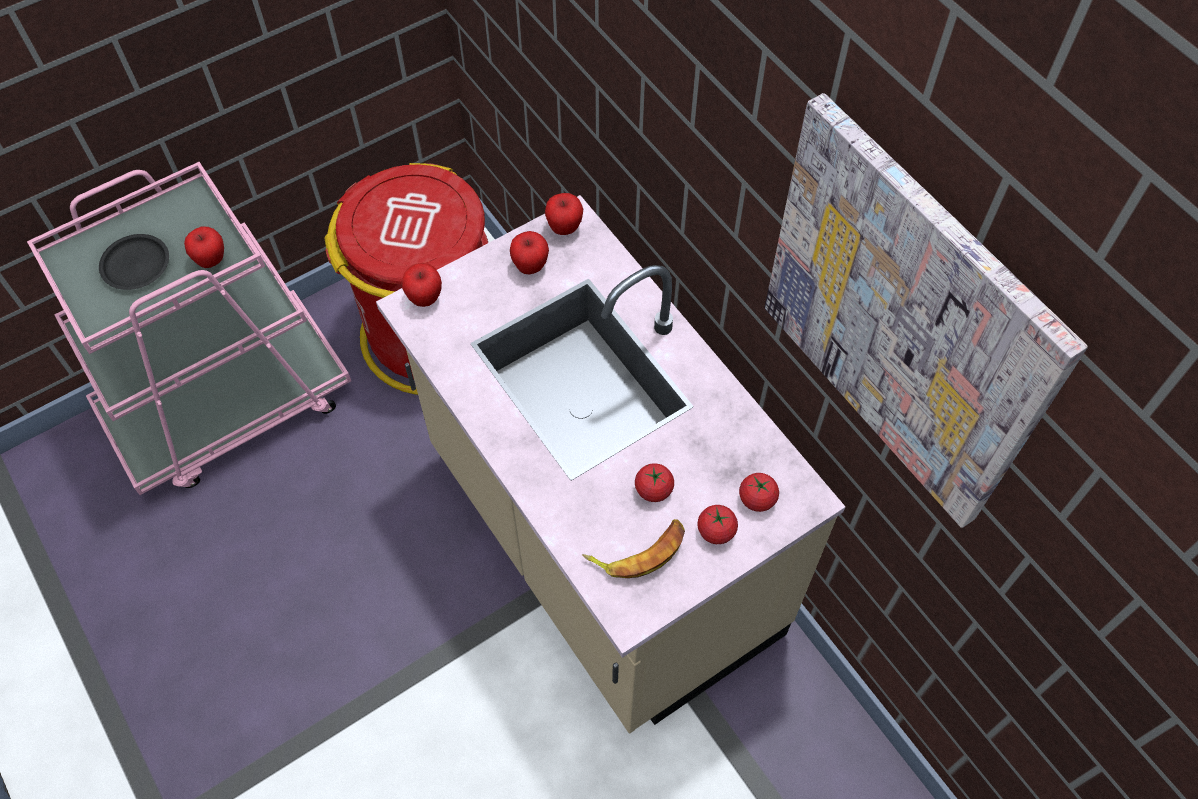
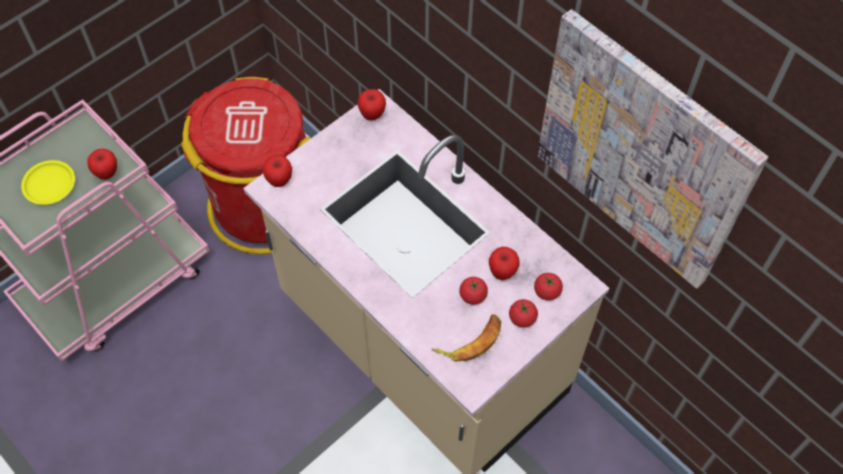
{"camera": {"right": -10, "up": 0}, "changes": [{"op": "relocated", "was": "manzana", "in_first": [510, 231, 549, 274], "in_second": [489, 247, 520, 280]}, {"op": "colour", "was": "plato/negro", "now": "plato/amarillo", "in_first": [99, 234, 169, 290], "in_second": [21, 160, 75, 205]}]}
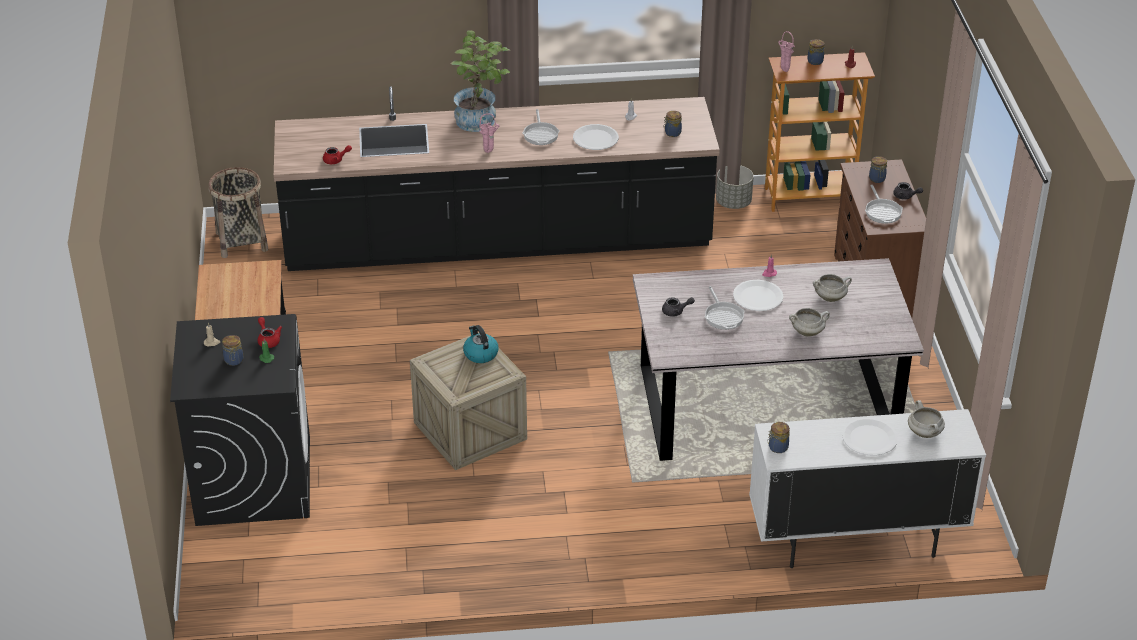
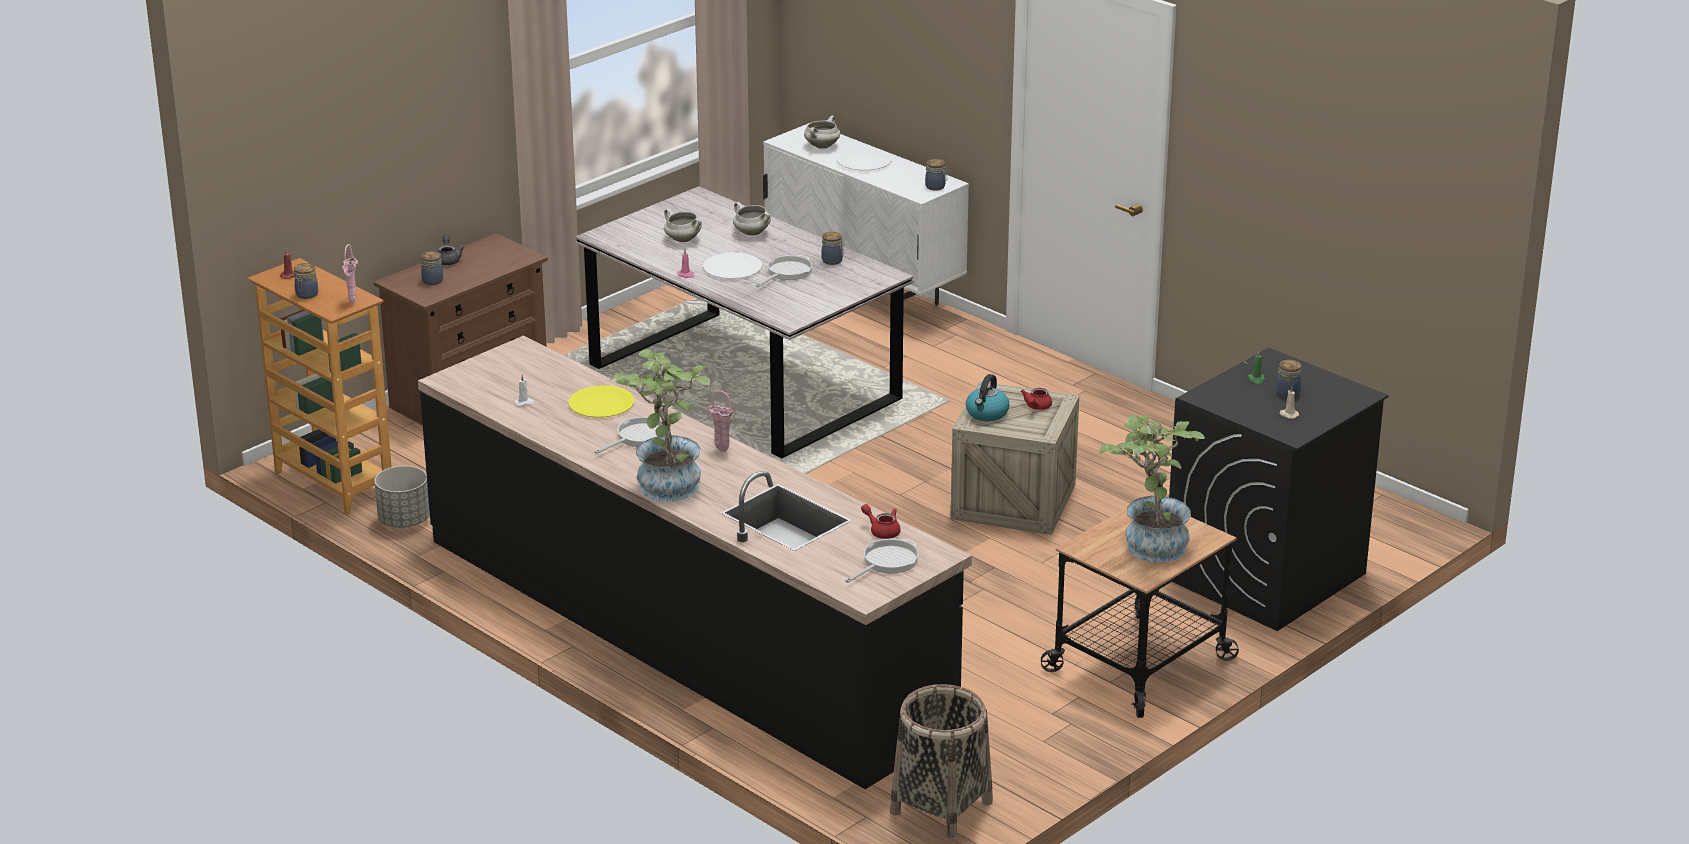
{"camera": {"right": -130, "up": -10}, "changes": [{"op": "missing", "was": "tetera/gris", "in_first": [662, 297, 695, 317]}, {"op": "appeared", "now": "planta en maceta", "in_second": [1099, 415, 1205, 562]}, {"op": "relocated", "was": "tetera/rojo", "in_first": [258, 317, 282, 348], "in_second": [1021, 388, 1052, 410]}, {"op": "relocated", "was": "tarro", "in_first": [664, 111, 682, 137], "in_second": [821, 232, 844, 265]}, {"op": "relocated", "was": "sartén", "in_first": [865, 185, 903, 224], "in_second": [845, 539, 919, 583]}, {"op": "colour", "was": "plato/blanco", "now": "plato/amarillo", "in_first": [573, 124, 619, 150], "in_second": [569, 385, 634, 418]}]}
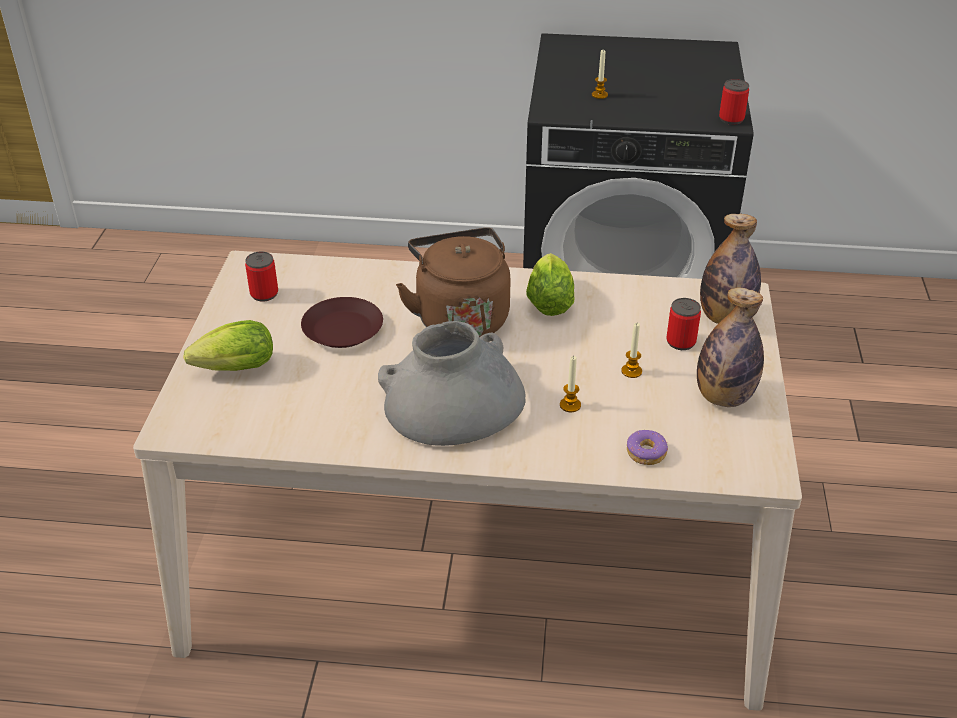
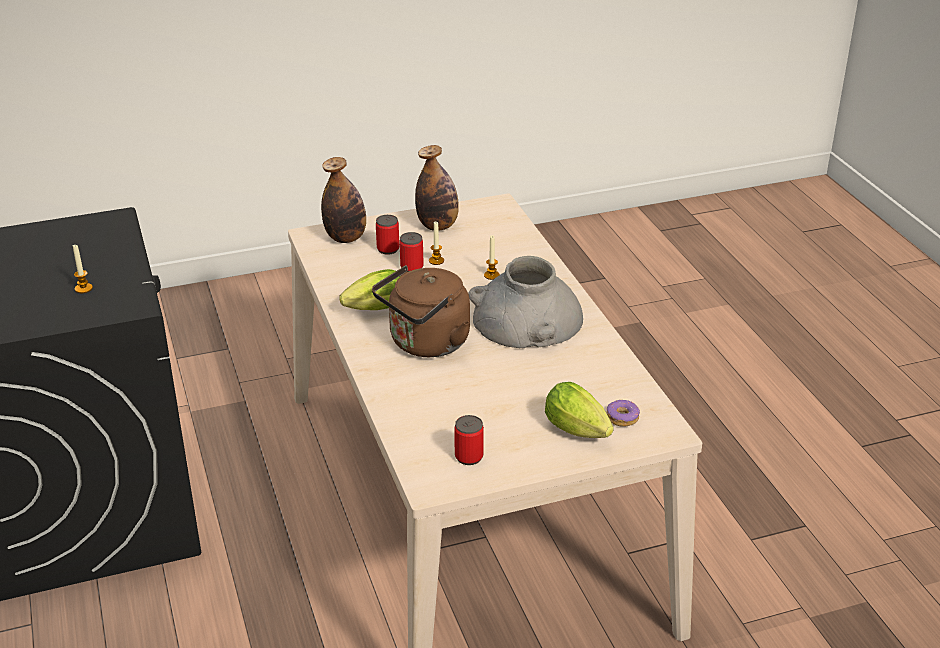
{"camera": {"right": -115, "up": -5}, "changes": [{"op": "missing", "was": "plato/marrón", "in_first": [301, 297, 383, 348]}, {"op": "relocated", "was": "rosquilla", "in_first": [627, 430, 668, 465], "in_second": [607, 400, 640, 427]}, {"op": "relocated", "was": "lata", "in_first": [719, 79, 749, 125], "in_second": [399, 232, 424, 272]}]}
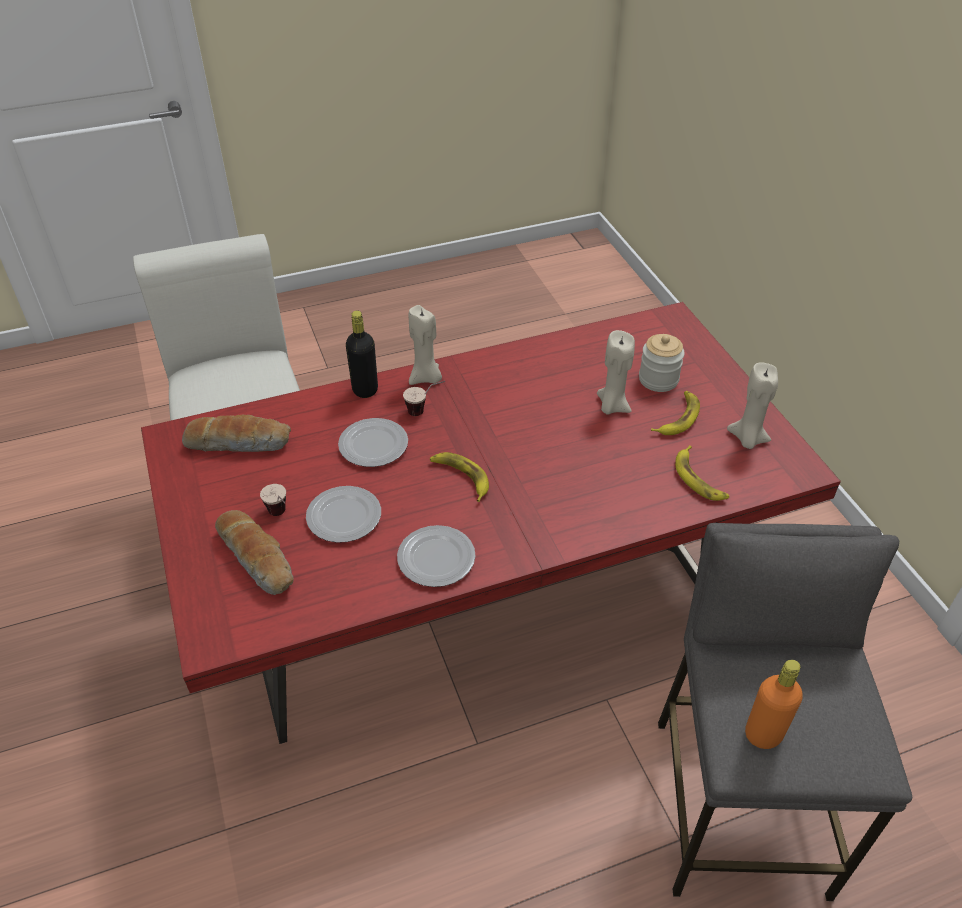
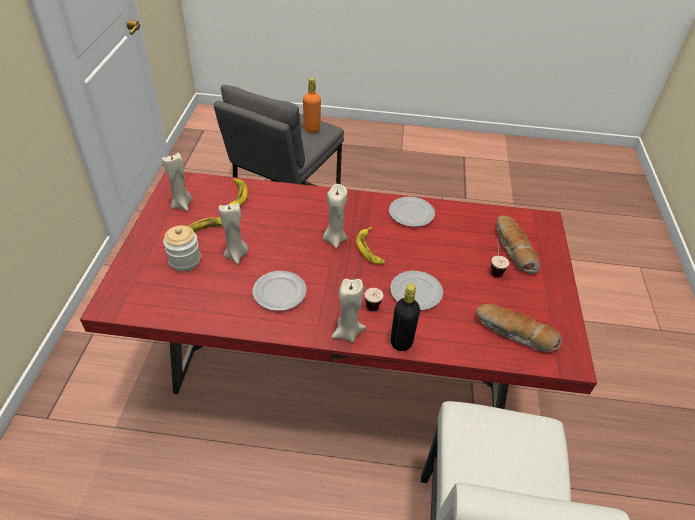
{"camera": {"right": -155, "up": 0}, "changes": [{"op": "appeared", "now": "vela/beis", "in_second": [323, 184, 348, 248]}, {"op": "relocated", "was": "plato", "in_first": [306, 486, 381, 543], "in_second": [253, 271, 307, 311]}]}
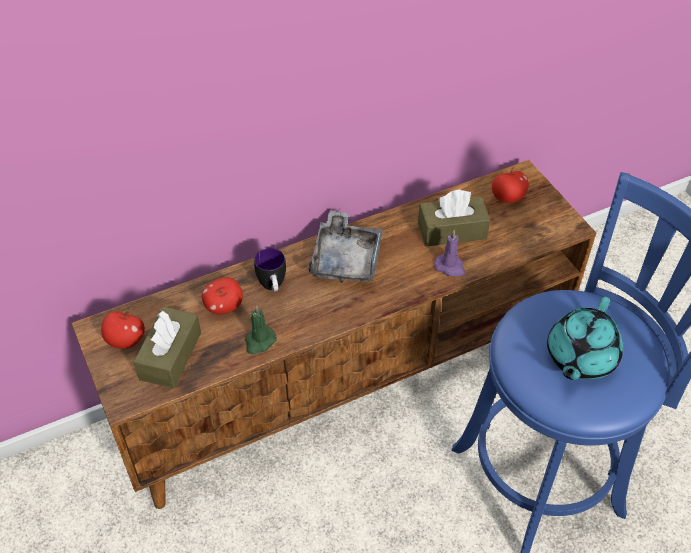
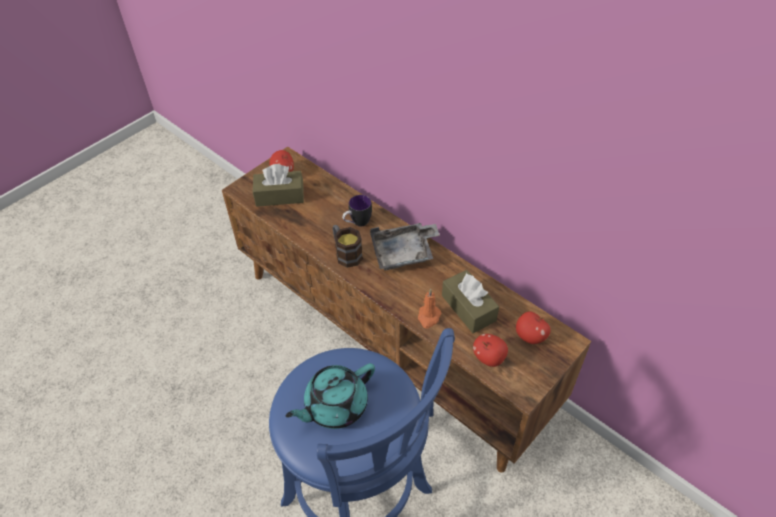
{"camera": {"right": 70, "up": 0}, "changes": [{"op": "missing", "was": "vela/verde", "in_first": [245, 305, 277, 354]}, {"op": "appeared", "now": "taza grande", "in_second": [333, 225, 363, 268]}, {"op": "relocated", "was": "manzana", "in_first": [202, 277, 243, 314], "in_second": [473, 334, 508, 367]}, {"op": "colour", "was": "vela/morado", "now": "vela/naranja", "in_first": [434, 230, 465, 276], "in_second": [418, 289, 442, 328]}, {"op": "spun", "was": "tetera/turquesa", "in_first": [547, 297, 623, 380], "in_second": [286, 363, 375, 429], "clockwise": -45}]}
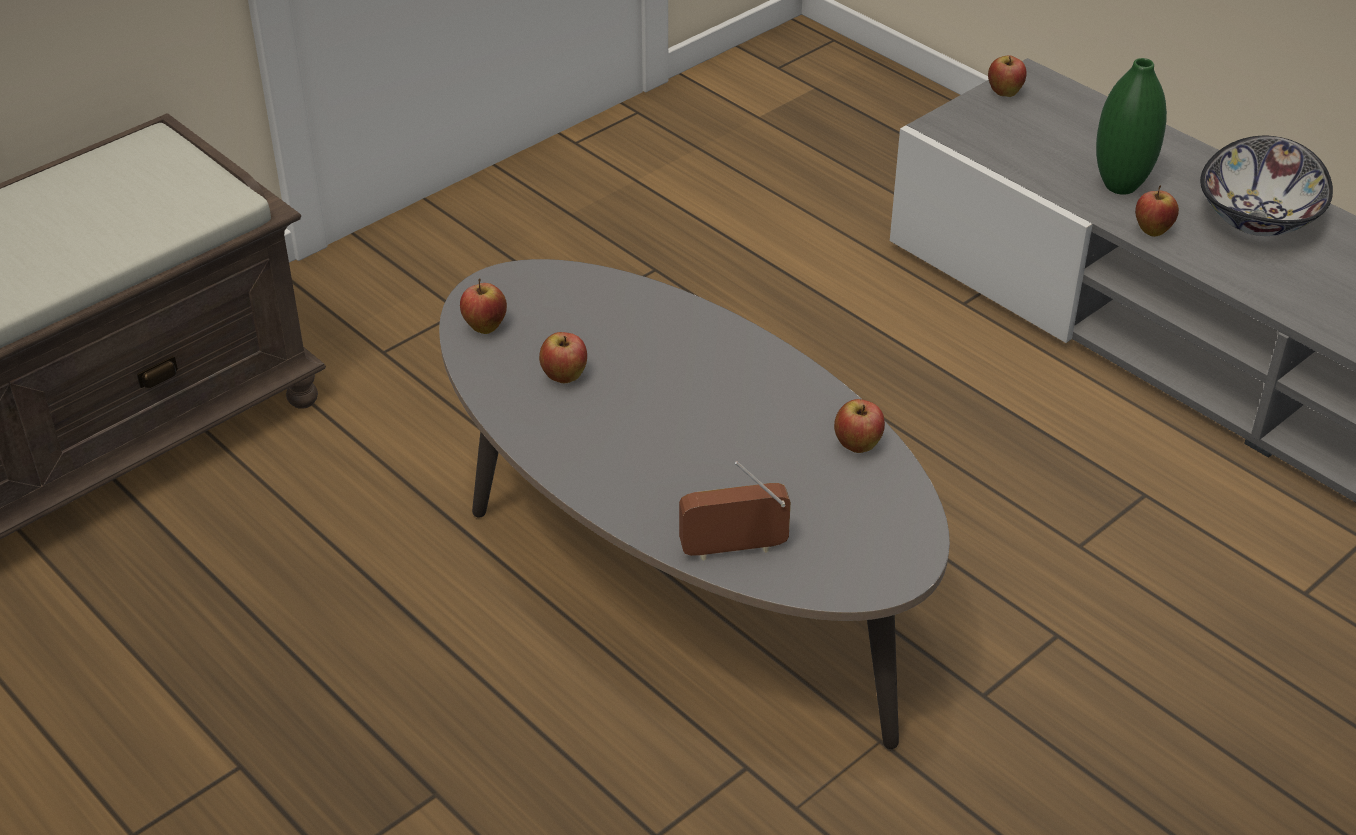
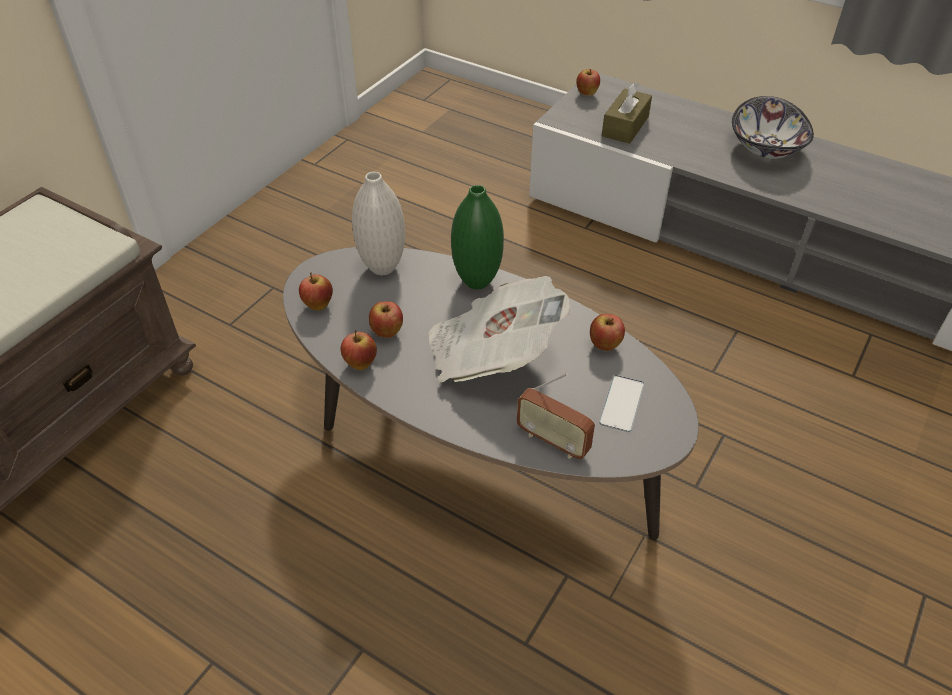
{"camera": {"right": -15, "up": 5}, "changes": [{"op": "appeared", "now": "florero/blanco", "in_second": [352, 172, 405, 275]}, {"op": "appeared", "now": "periódico", "in_second": [428, 276, 570, 383]}, {"op": "appeared", "now": "móvil", "in_second": [599, 375, 644, 432]}, {"op": "appeared", "now": "caja de pañuelos/marrón", "in_second": [602, 82, 652, 144]}, {"op": "relocated", "was": "florero/verde", "in_first": [1096, 58, 1167, 195], "in_second": [451, 185, 504, 289]}, {"op": "relocated", "was": "manzana", "in_first": [1135, 185, 1179, 237], "in_second": [341, 330, 377, 370]}, {"op": "spun", "was": "radio", "in_first": [679, 461, 791, 561], "in_second": [517, 373, 595, 459], "clockwise": -120}]}
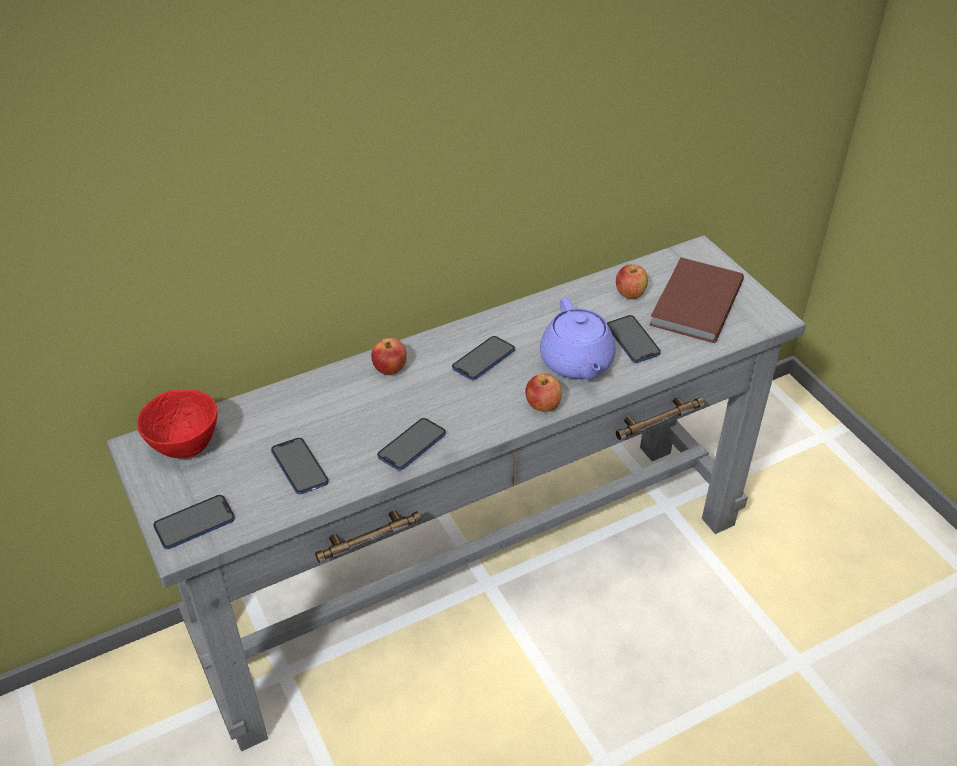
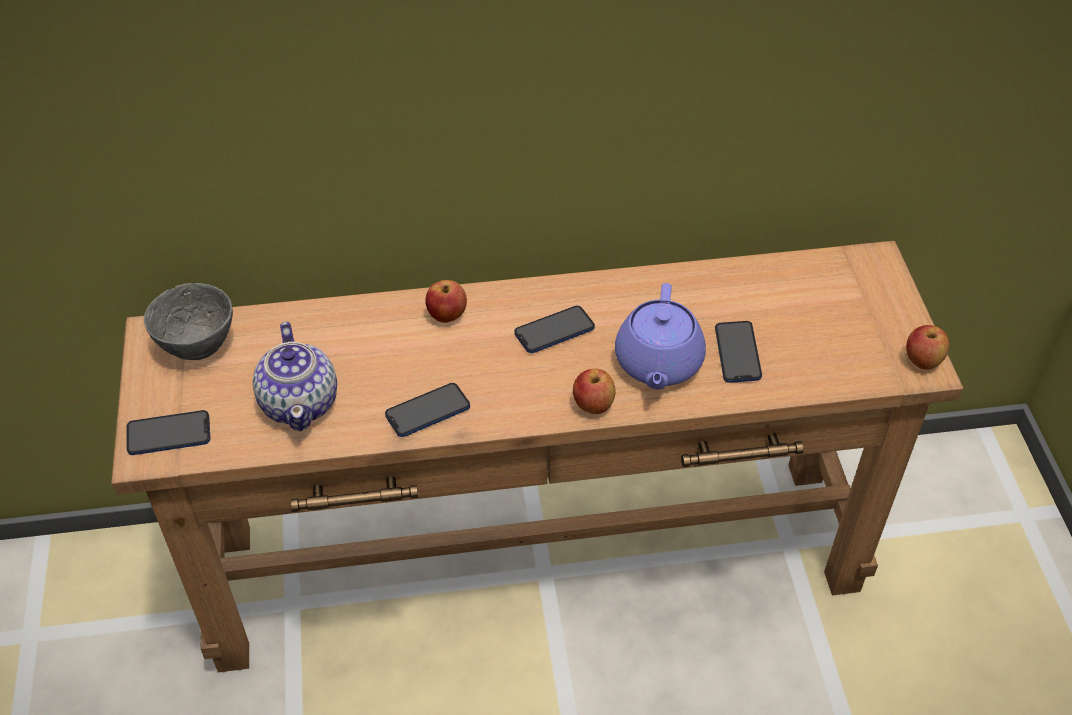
{"camera": {"right": 20, "up": 5}, "changes": [{"op": "missing", "was": "libro/marrón", "in_first": [650, 258, 744, 343]}, {"op": "relocated", "was": "manzana", "in_first": [616, 264, 648, 299], "in_second": [906, 325, 949, 370]}, {"op": "exchanged", "was": "móvil", "now": "tetera", "in_first": [271, 438, 329, 494], "in_second": [252, 322, 337, 431]}, {"op": "colour", "was": "mesa consola/gris", "now": "mesa consola/marrón", "in_first": [106, 235, 806, 751], "in_second": [111, 241, 963, 672]}, {"op": "colour", "was": "cuenco/rojo", "now": "cuenco/gris", "in_first": [137, 389, 217, 458], "in_second": [144, 283, 233, 360]}]}
